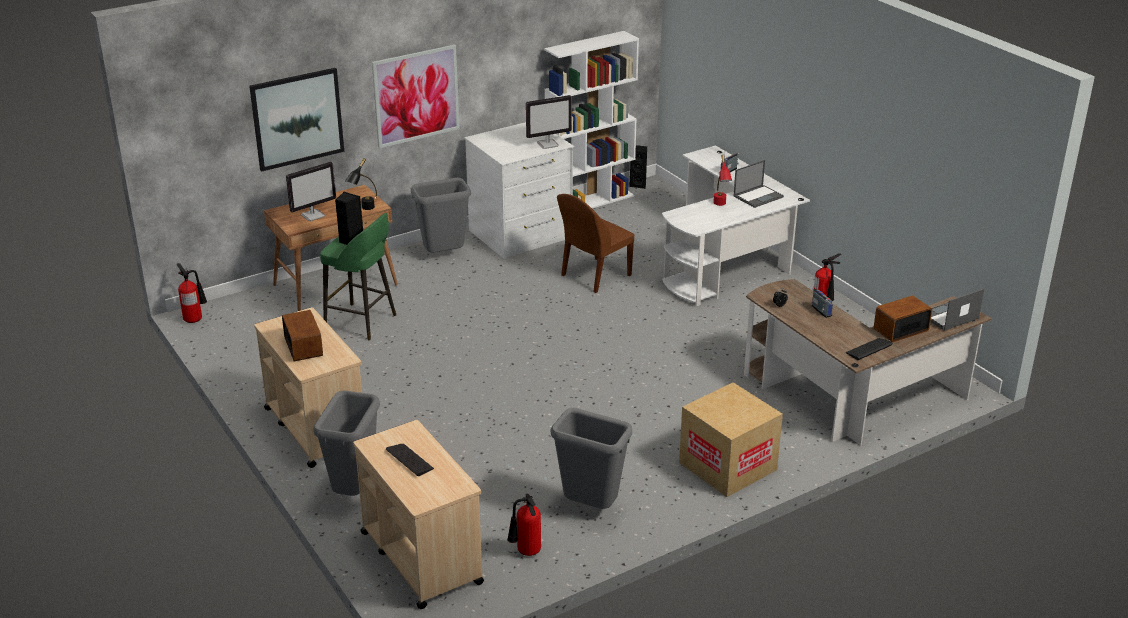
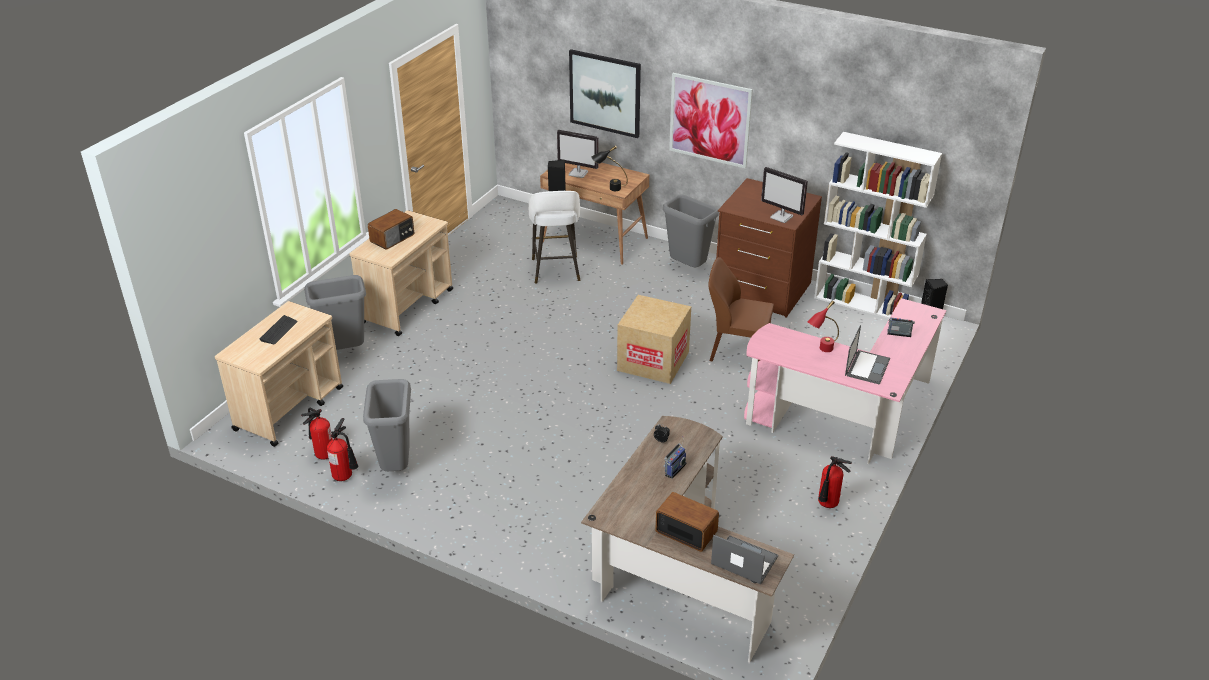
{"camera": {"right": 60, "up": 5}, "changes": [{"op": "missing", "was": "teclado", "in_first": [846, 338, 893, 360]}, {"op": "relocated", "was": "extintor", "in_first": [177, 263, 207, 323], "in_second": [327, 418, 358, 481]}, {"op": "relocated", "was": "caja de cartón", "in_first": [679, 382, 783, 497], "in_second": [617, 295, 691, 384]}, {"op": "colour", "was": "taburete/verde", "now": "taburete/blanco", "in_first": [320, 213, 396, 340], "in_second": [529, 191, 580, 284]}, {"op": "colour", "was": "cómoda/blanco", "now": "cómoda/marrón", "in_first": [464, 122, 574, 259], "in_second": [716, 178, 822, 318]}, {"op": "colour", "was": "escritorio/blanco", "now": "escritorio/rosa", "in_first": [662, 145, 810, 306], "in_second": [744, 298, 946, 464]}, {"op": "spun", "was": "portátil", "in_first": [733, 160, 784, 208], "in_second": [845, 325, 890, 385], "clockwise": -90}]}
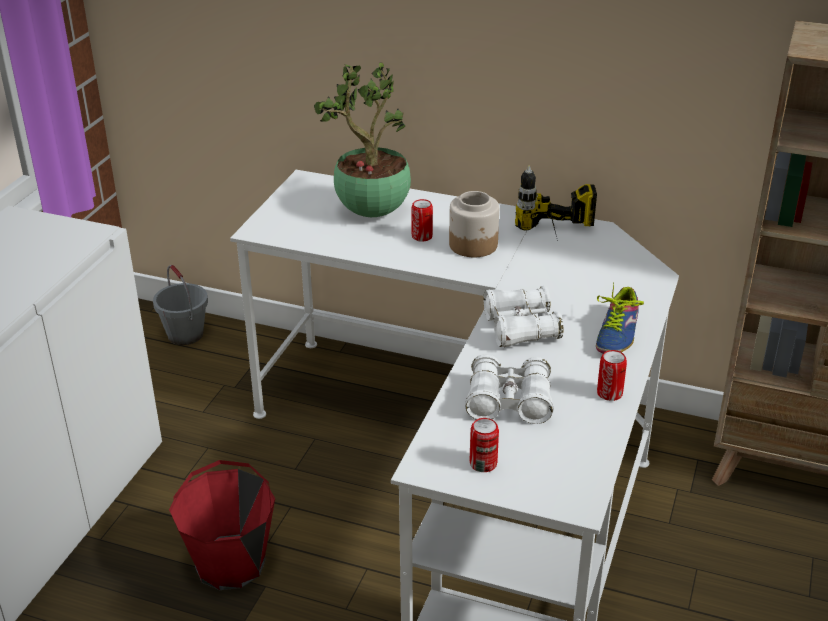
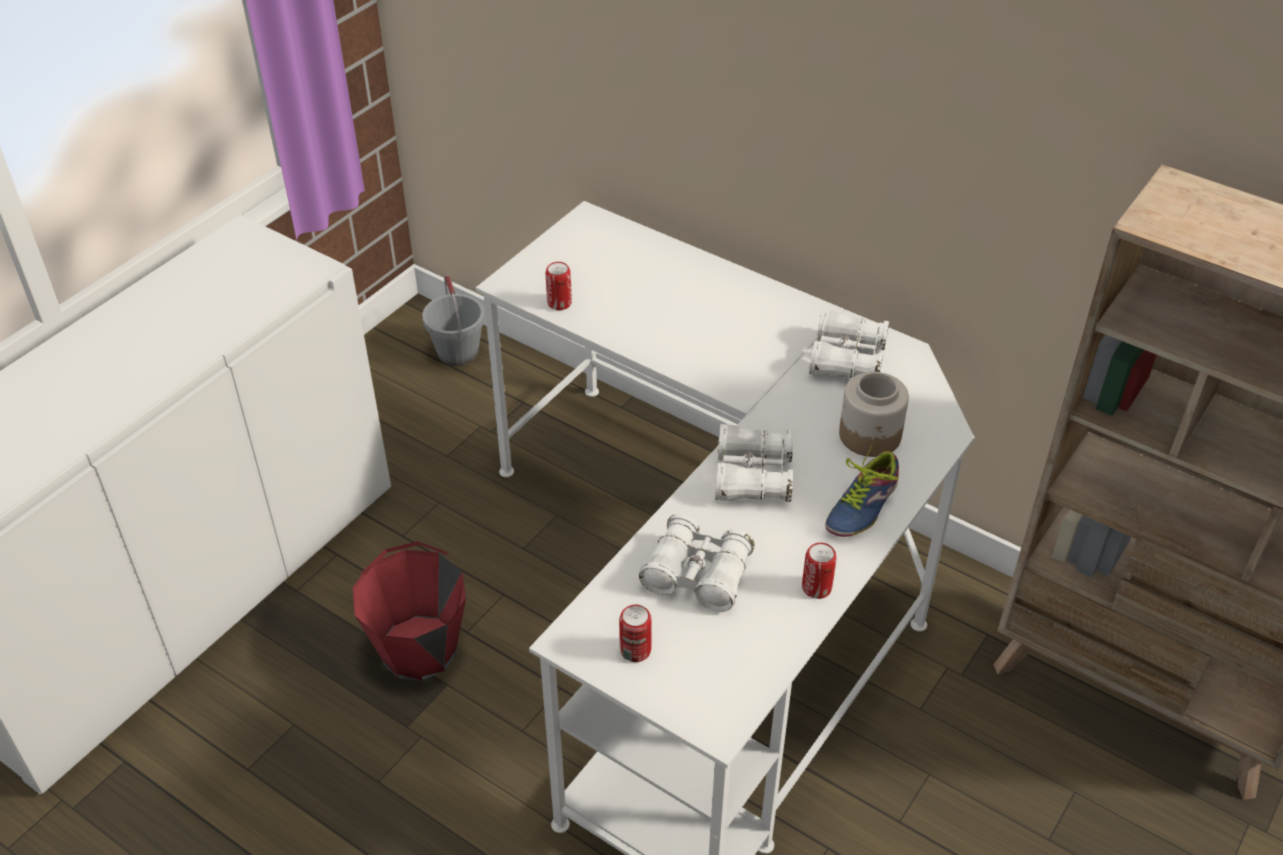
{"camera": {"right": 15, "up": 10}, "changes": [{"op": "missing", "was": "planta en maceta", "in_first": [314, 62, 411, 217]}, {"op": "relocated", "was": "lata", "in_first": [411, 199, 433, 242], "in_second": [546, 262, 572, 310]}, {"op": "relocated", "was": "tarro", "in_first": [449, 191, 499, 257], "in_second": [839, 372, 909, 457]}, {"op": "exchanged", "was": "taladro", "now": "prismáticos/blanco", "in_first": [515, 166, 597, 245], "in_second": [809, 309, 889, 378]}]}
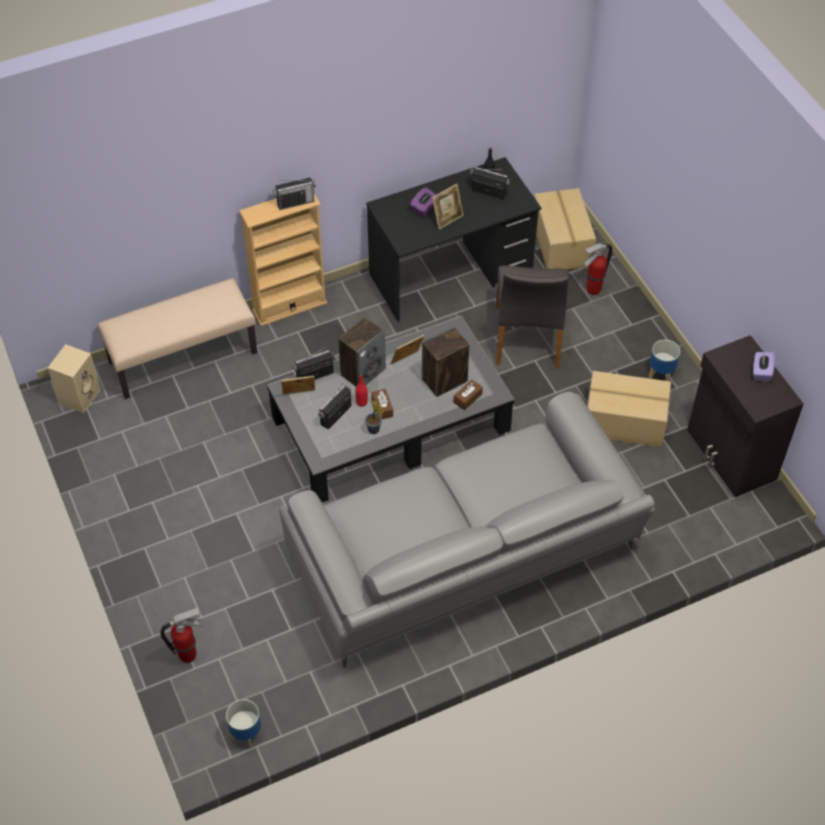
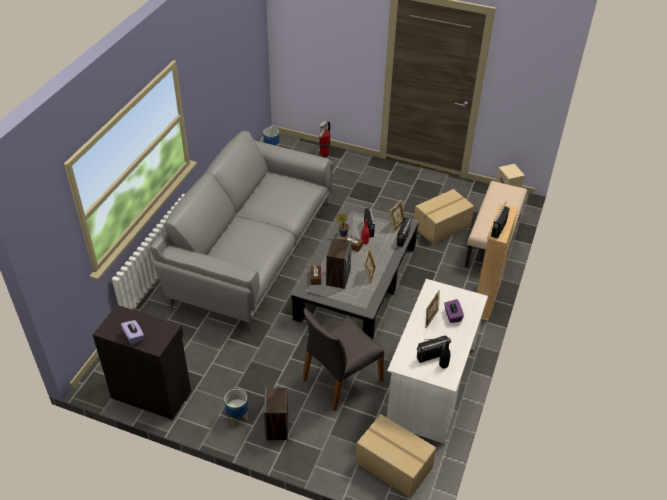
{"camera": {"right": 135, "up": -10}, "changes": [{"op": "missing", "was": "extintor", "in_first": [583, 243, 612, 295]}, {"op": "relocated", "was": "altavoz", "in_first": [338, 317, 386, 387], "in_second": [264, 387, 288, 440]}, {"op": "relocated", "was": "caja de cartón", "in_first": [587, 371, 671, 447], "in_second": [414, 189, 474, 244]}, {"op": "colour", "was": "escritorio/negro", "now": "escritorio/blanco", "in_first": [366, 157, 541, 321], "in_second": [387, 279, 488, 444]}, {"op": "spun", "was": "silla/gris", "in_first": [496, 265, 569, 368], "in_second": [302, 308, 384, 411], "clockwise": -90}]}
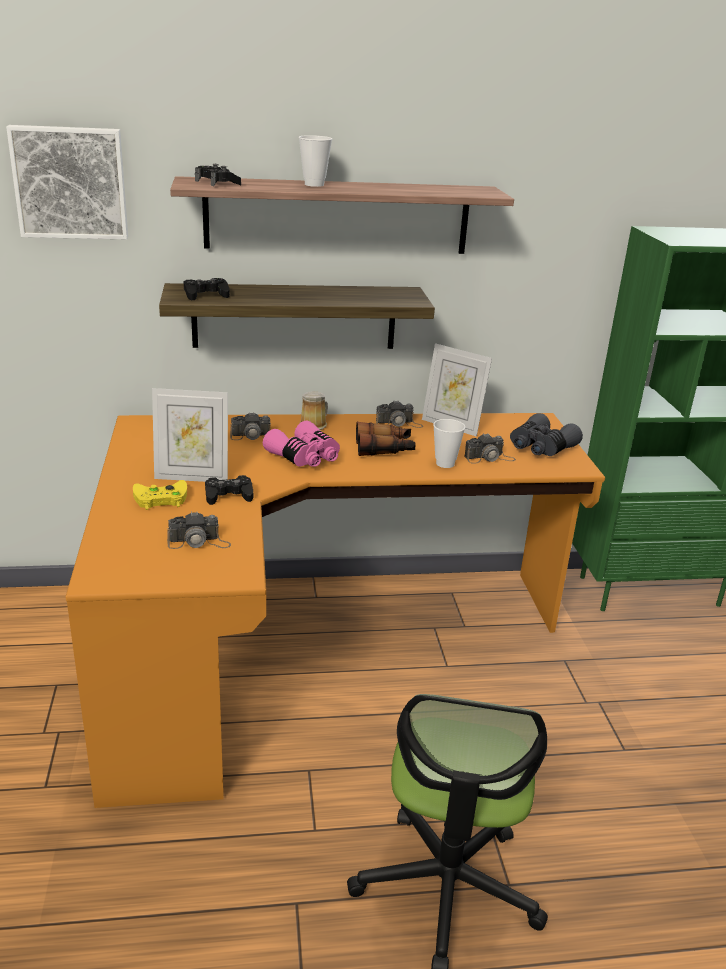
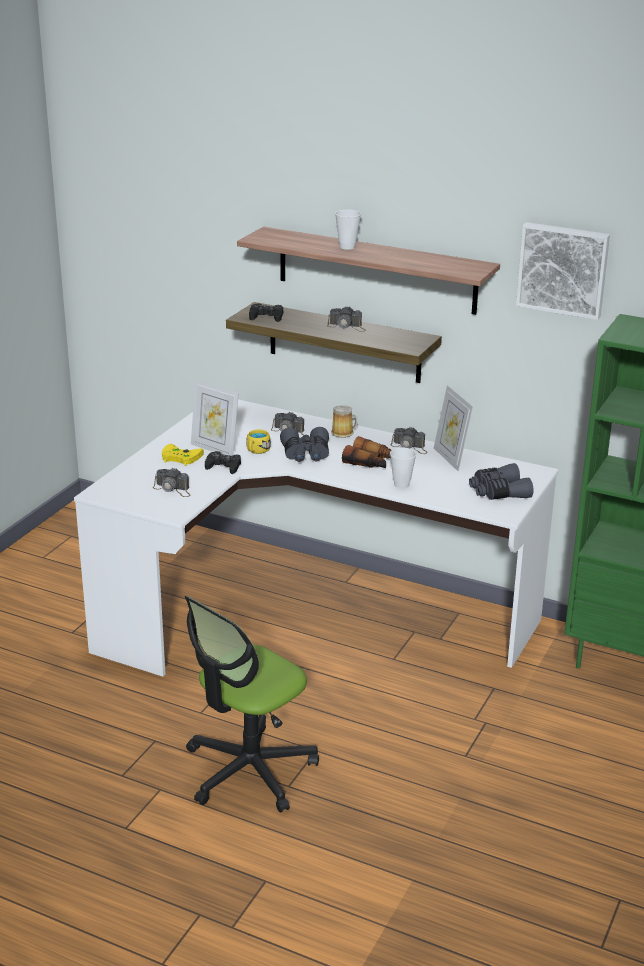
{"camera": {"right": 35, "up": 0}, "changes": [{"op": "missing", "was": "mando de consola/negro", "in_first": [195, 164, 241, 186]}, {"op": "appeared", "now": "taza grande/amarillo", "in_second": [246, 429, 271, 454]}, {"op": "relocated", "was": "cuadro", "in_first": [6, 125, 128, 239], "in_second": [516, 222, 610, 320]}, {"op": "relocated", "was": "cámara", "in_first": [464, 433, 516, 464], "in_second": [327, 306, 366, 332]}, {"op": "colour", "was": "escritorio/naranja", "now": "escritorio/blanco", "in_first": [65, 413, 605, 808], "in_second": [74, 400, 559, 677]}, {"op": "colour", "was": "prismáticos/rosa", "now": "prismáticos/gris", "in_first": [263, 420, 340, 467], "in_second": [280, 427, 329, 462]}]}
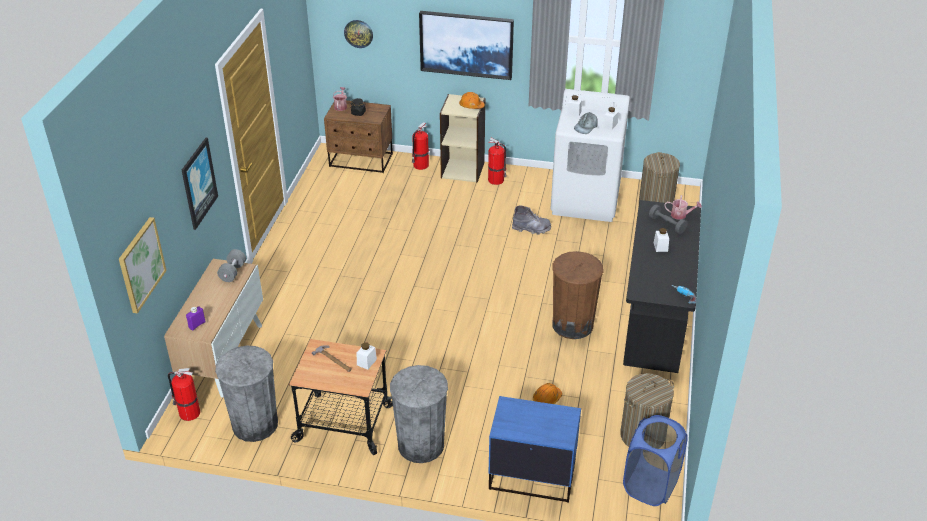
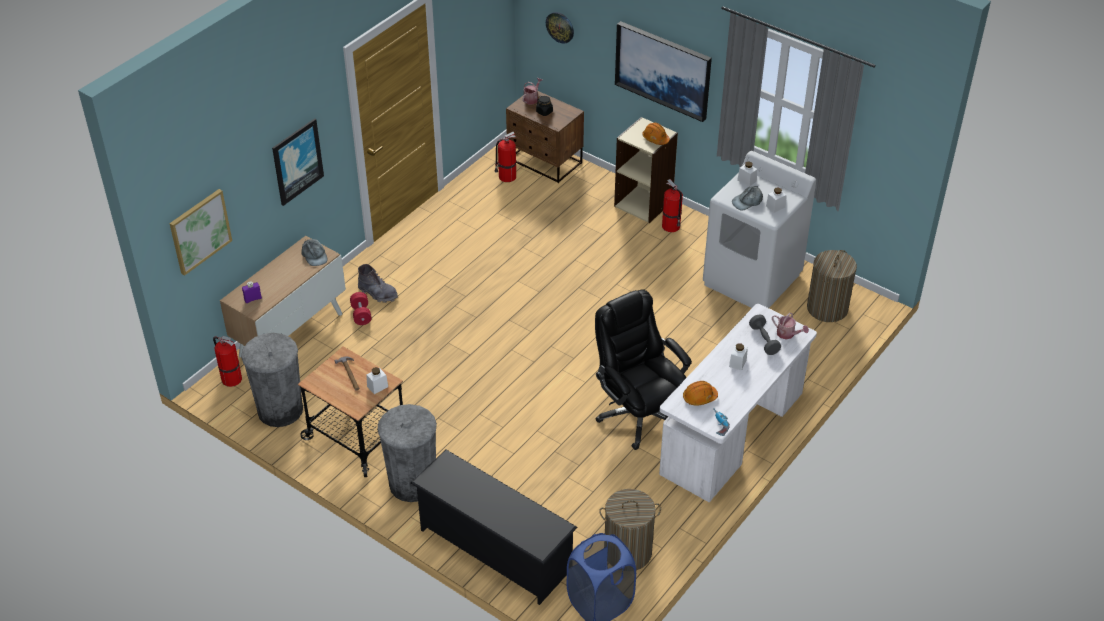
{"camera": {"right": 25, "up": 5}, "changes": [{"op": "appeared", "now": "mancuerna/rojo", "in_second": [350, 292, 372, 325]}, {"op": "relocated", "was": "extintor", "in_first": [412, 122, 429, 170], "in_second": [495, 132, 517, 182]}, {"op": "relocated", "was": "bota/gris", "in_first": [512, 205, 551, 235], "in_second": [358, 264, 398, 303]}, {"op": "relocated", "was": "casco/naranja", "in_first": [533, 383, 562, 404], "in_second": [683, 381, 718, 406]}, {"op": "exchanged", "was": "mancuerna/gris", "now": "gorra/gris", "in_first": [217, 249, 246, 282], "in_second": [301, 239, 328, 266]}, {"op": "exchanged", "was": "mesita de noche/azul", "now": "zapatero/negro", "in_first": [488, 396, 581, 503], "in_second": [411, 450, 578, 605]}, {"op": "exchanged", "was": "papelera/marrón", "now": "silla de oficina/negro", "in_first": [552, 251, 604, 339], "in_second": [595, 289, 692, 450]}, {"op": "colour", "was": "escritorio/negro", "now": "escritorio/blanco", "in_first": [623, 200, 701, 373], "in_second": [659, 304, 817, 502]}]}
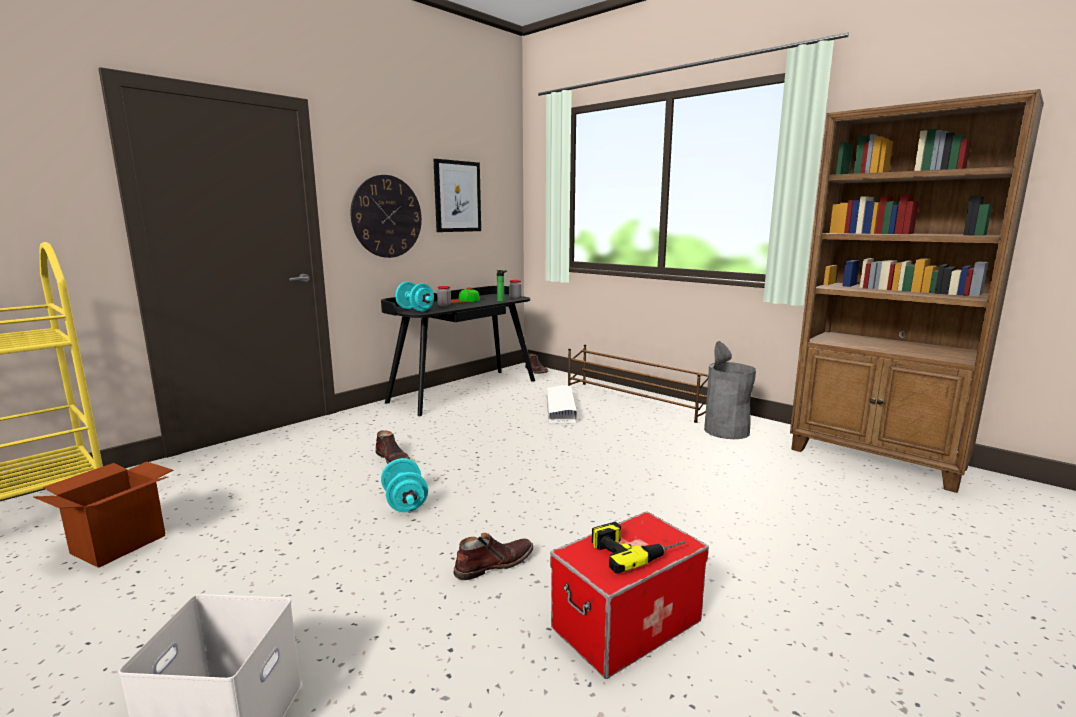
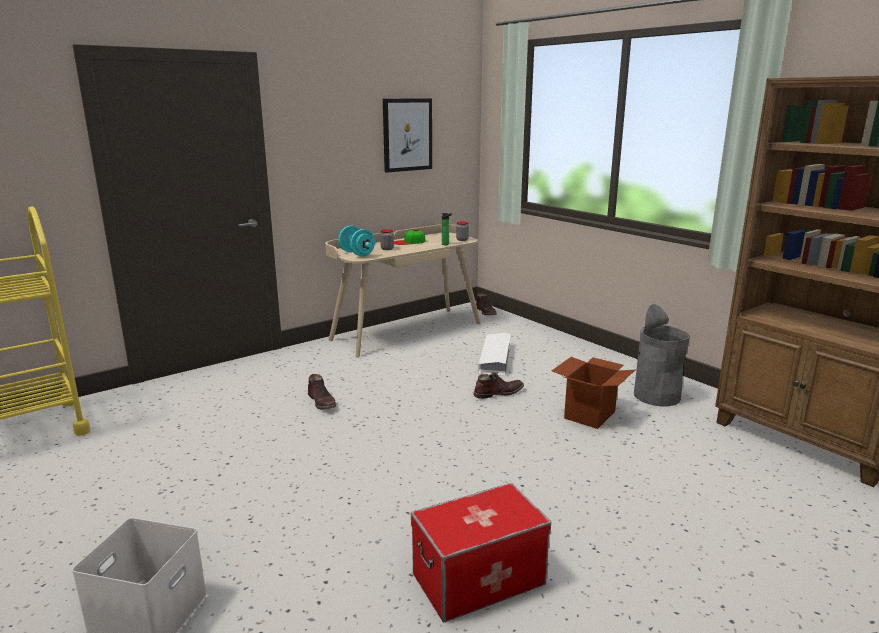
{"camera": {"right": 10, "up": 5}, "changes": [{"op": "missing", "was": "reloj de pared", "in_first": [351, 175, 422, 258]}, {"op": "missing", "was": "mancuerna/turquesa", "in_first": [381, 458, 428, 512]}, {"op": "missing", "was": "zapatero/marrón", "in_first": [568, 345, 709, 423]}, {"op": "missing", "was": "taladro", "in_first": [592, 522, 686, 573]}, {"op": "relocated", "was": "caja de cartón", "in_first": [33, 462, 174, 568], "in_second": [552, 357, 635, 429]}, {"op": "relocated", "was": "bota/marrón", "in_first": [453, 533, 534, 580], "in_second": [473, 372, 524, 399]}, {"op": "colour", "was": "escritorio/negro", "now": "escritorio/beis", "in_first": [381, 286, 535, 416], "in_second": [325, 224, 481, 357]}]}
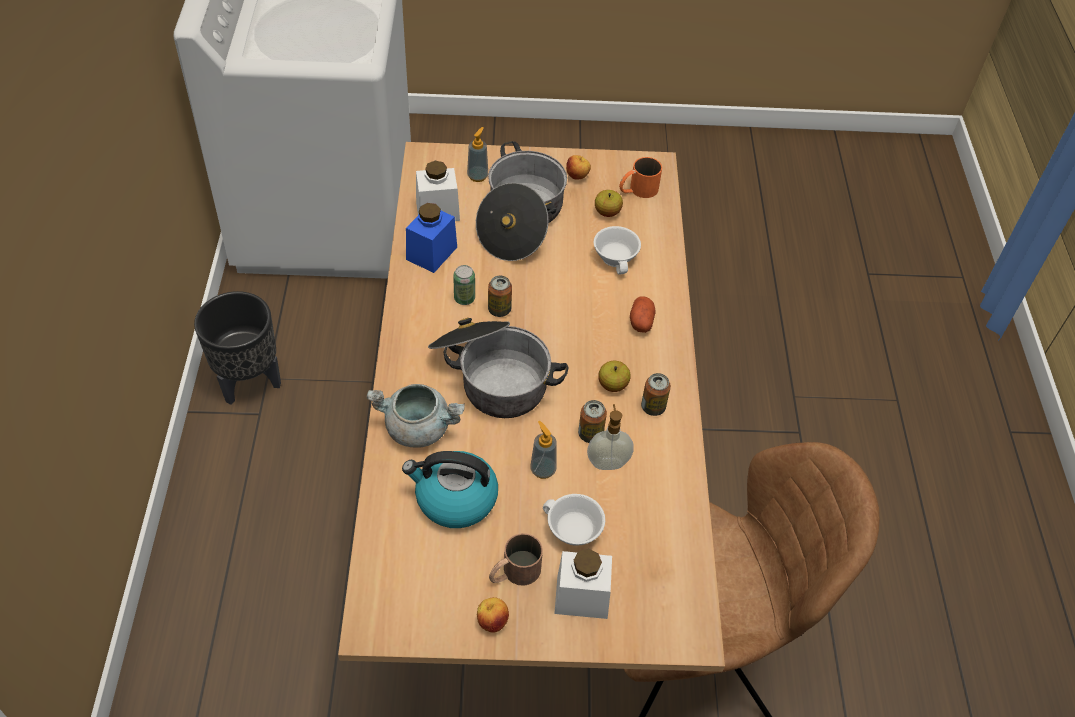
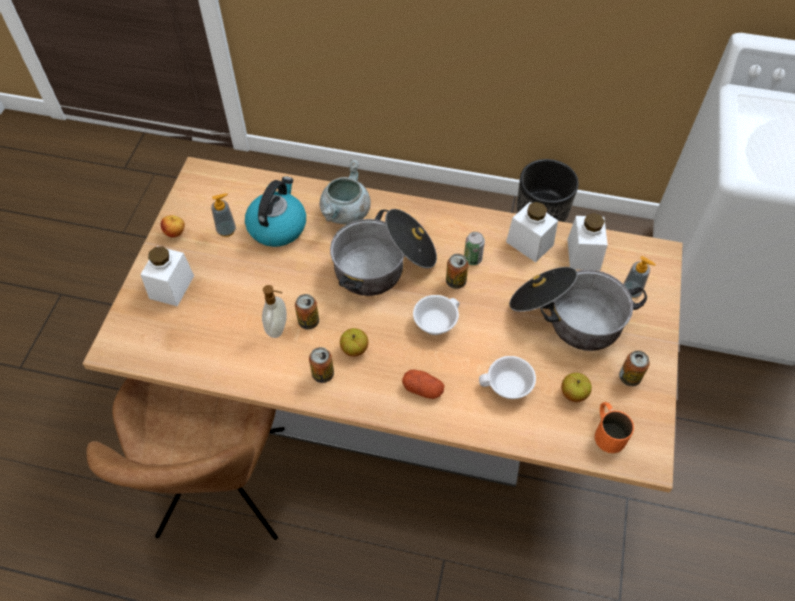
{"camera": {"right": 105, "up": 5}, "changes": [{"op": "missing", "was": "taza grande/marrón", "in_first": [489, 533, 543, 586]}, {"op": "relocated", "was": "dispensador de jabón", "in_first": [530, 421, 557, 479], "in_second": [211, 193, 236, 237]}, {"op": "relocated", "was": "taza/blanco", "in_first": [543, 494, 605, 546], "in_second": [413, 295, 460, 335]}, {"op": "exchanged", "was": "manzana", "now": "lata", "in_first": [566, 155, 591, 180], "in_second": [619, 351, 650, 386]}, {"op": "colour", "was": "tarro/azul", "now": "tarro/blanco", "in_first": [406, 203, 457, 273], "in_second": [506, 202, 558, 263]}]}
